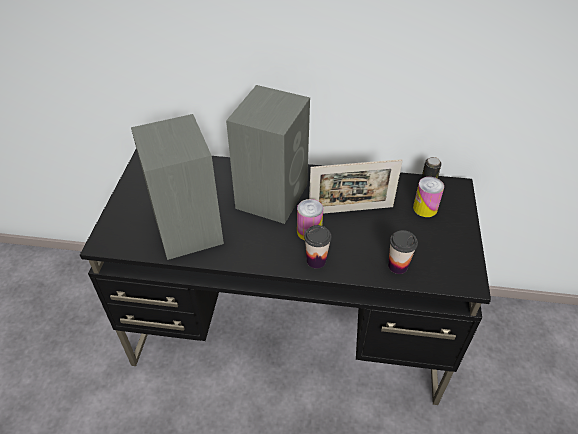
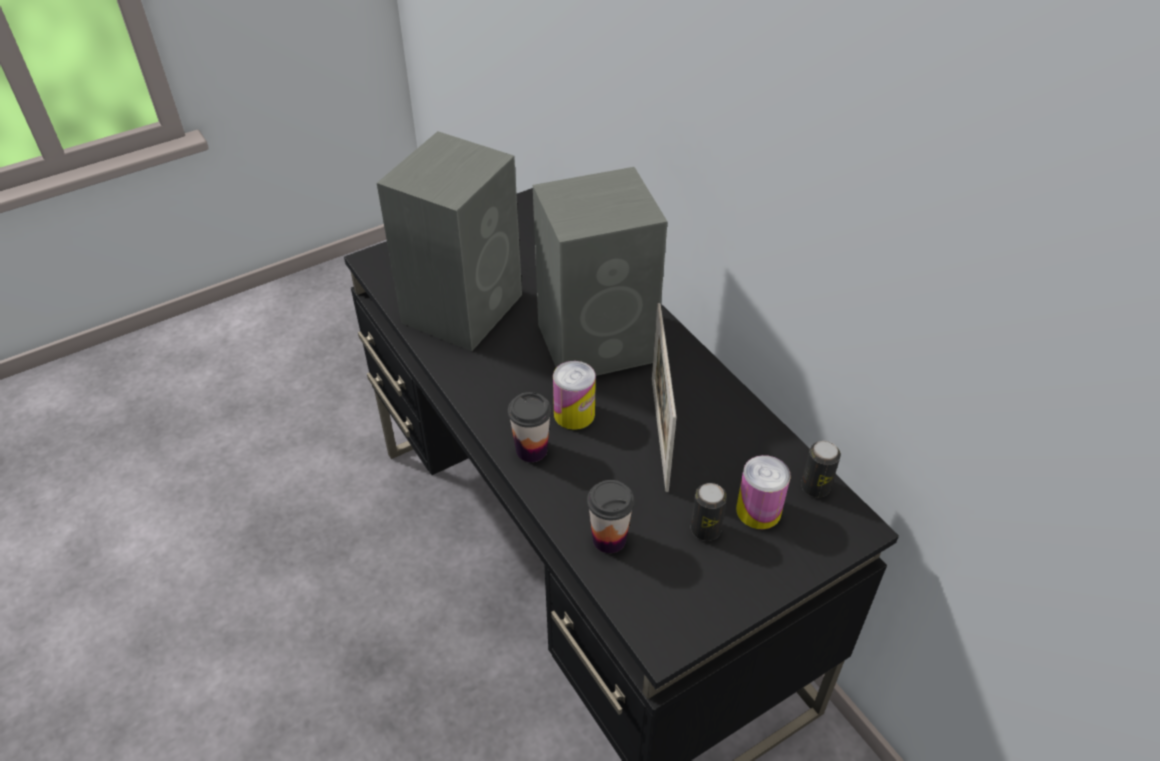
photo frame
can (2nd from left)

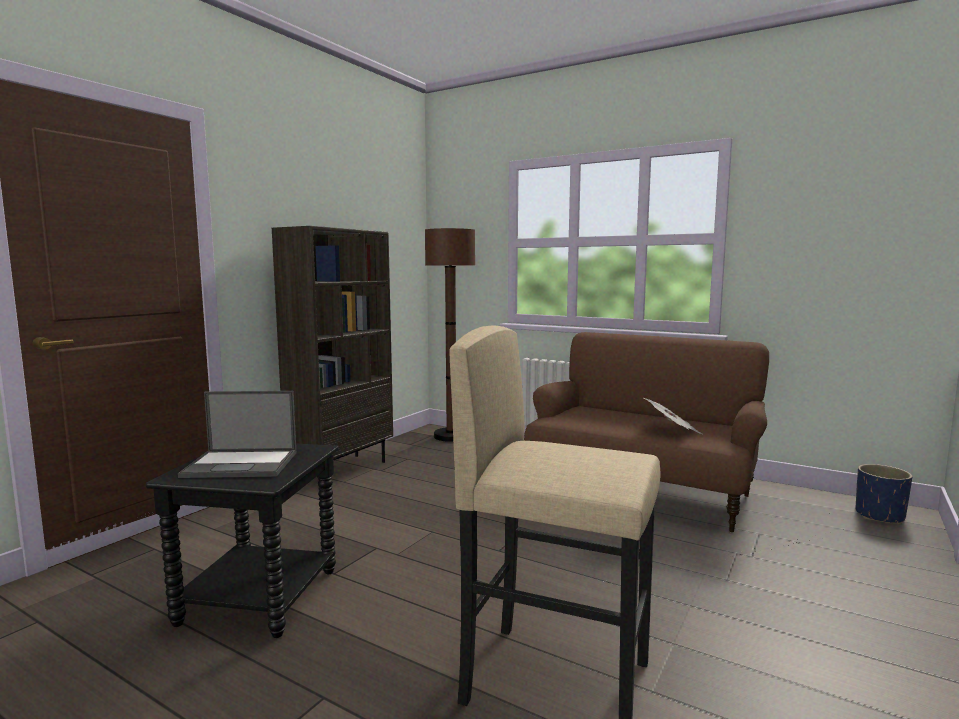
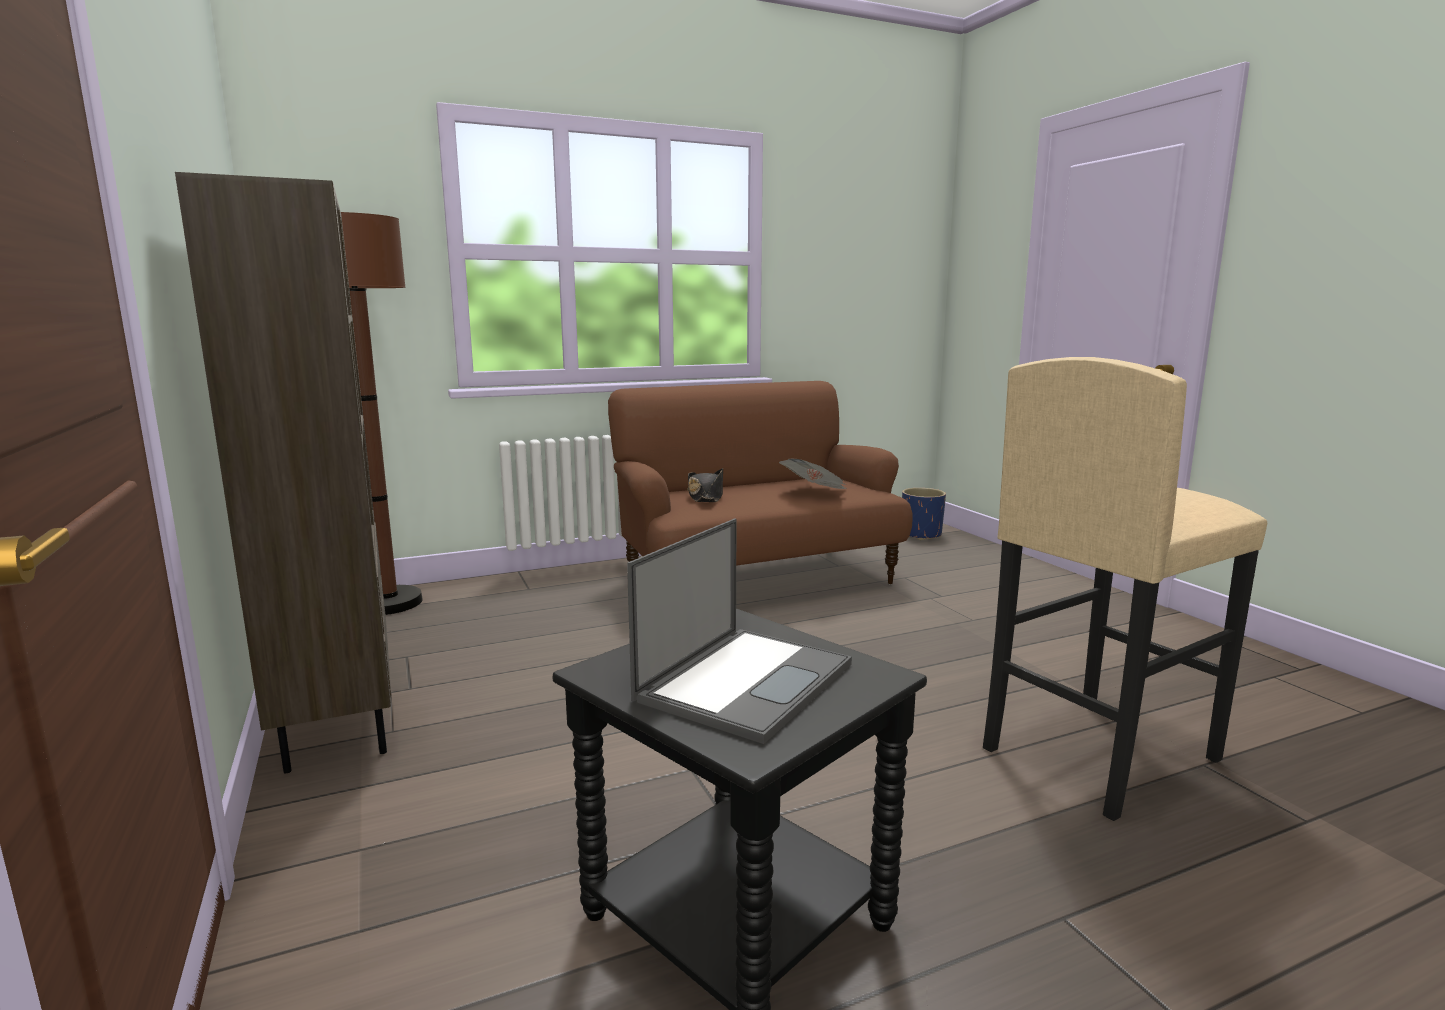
blackish wearable hat

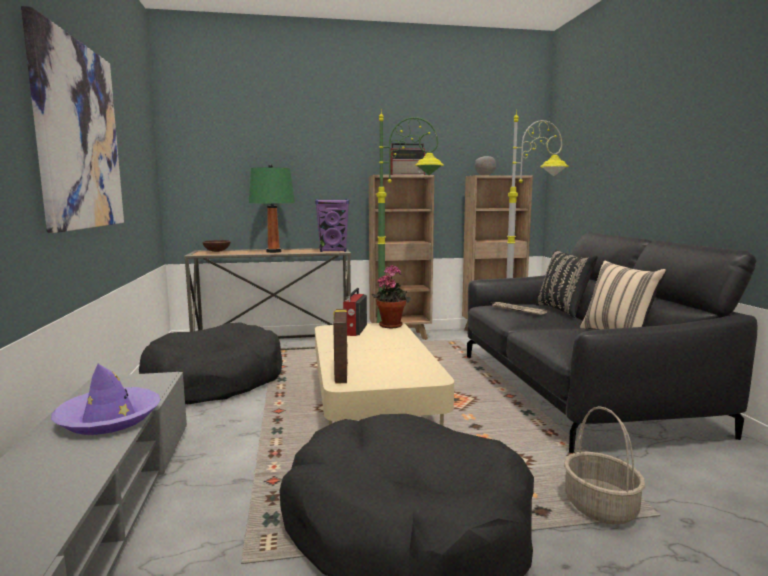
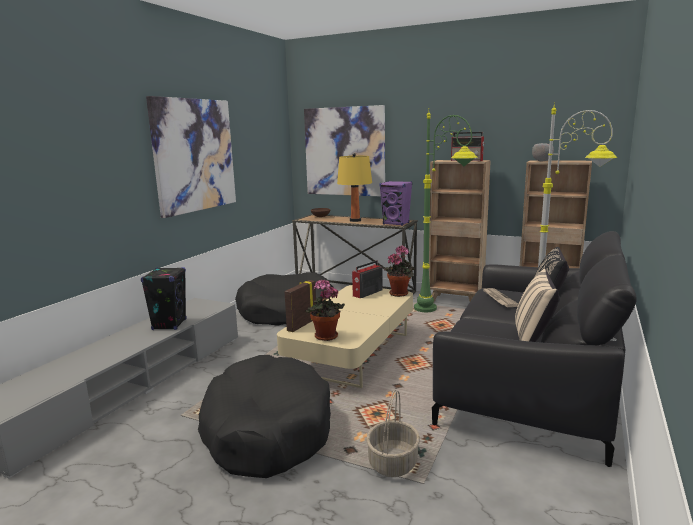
blackish loudspeaker
picture (2nd from left)
potted plant (1st from left)
yellow-coloured table lamp

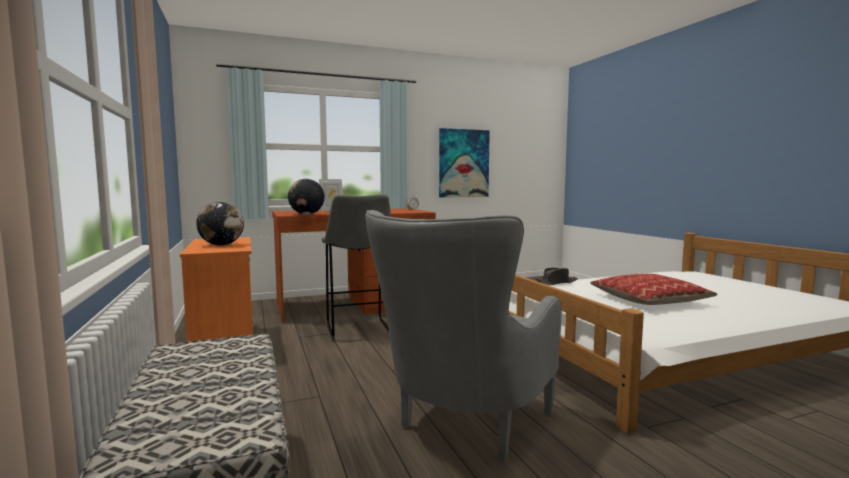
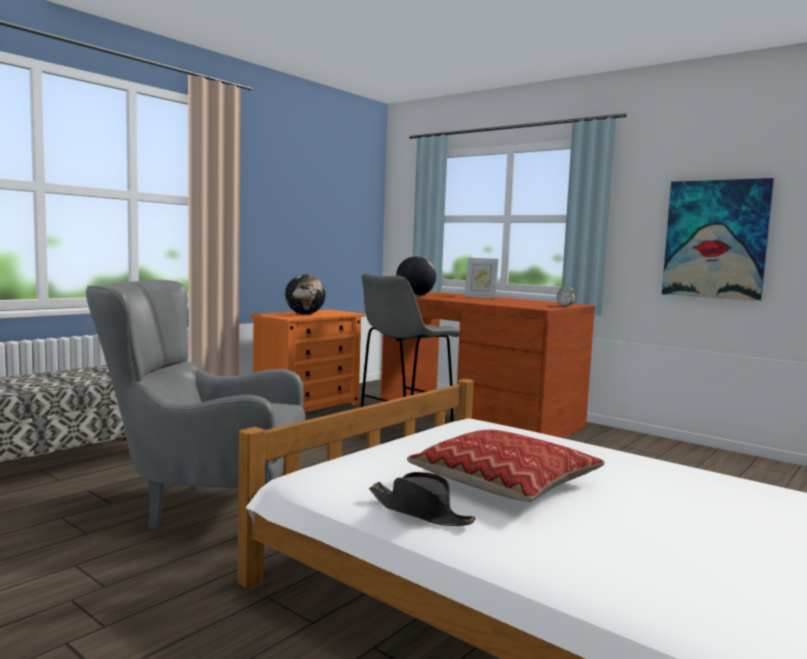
blackish wearable hat

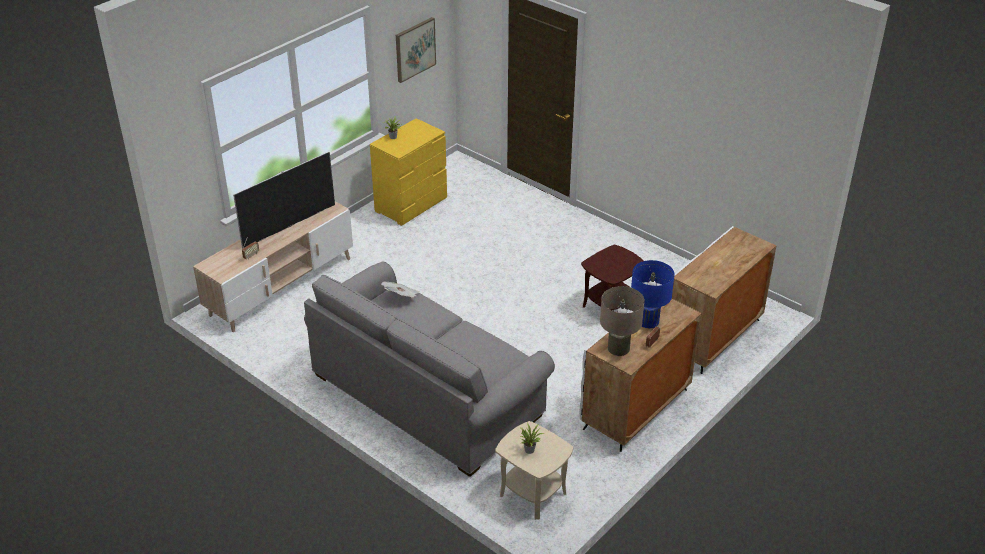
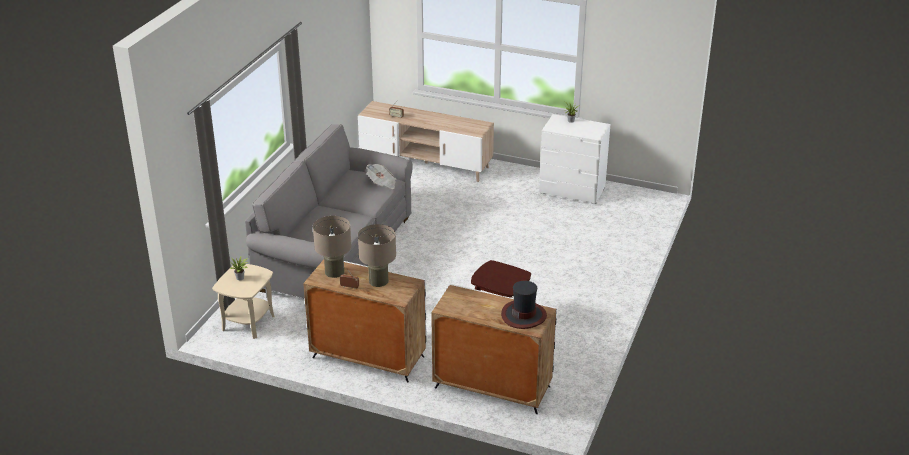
sand-coloured table lamp (2nd from left)
wearable hat
white dresser
television
picture

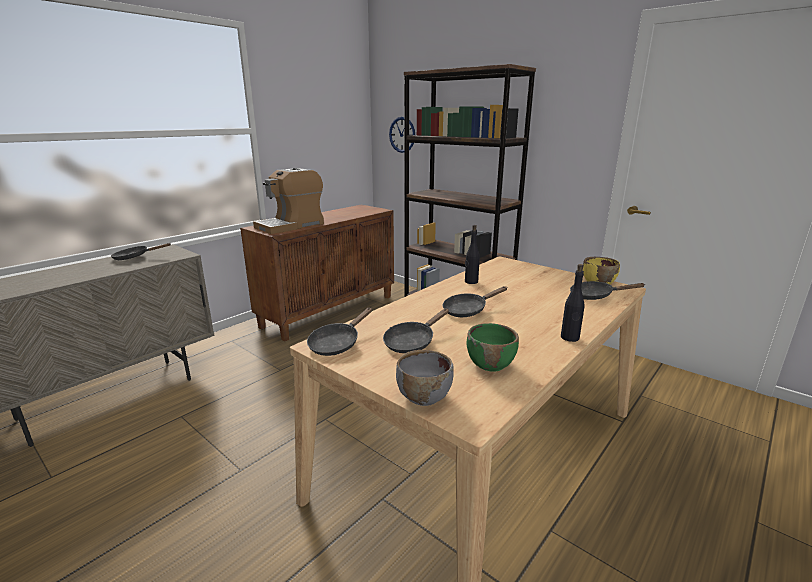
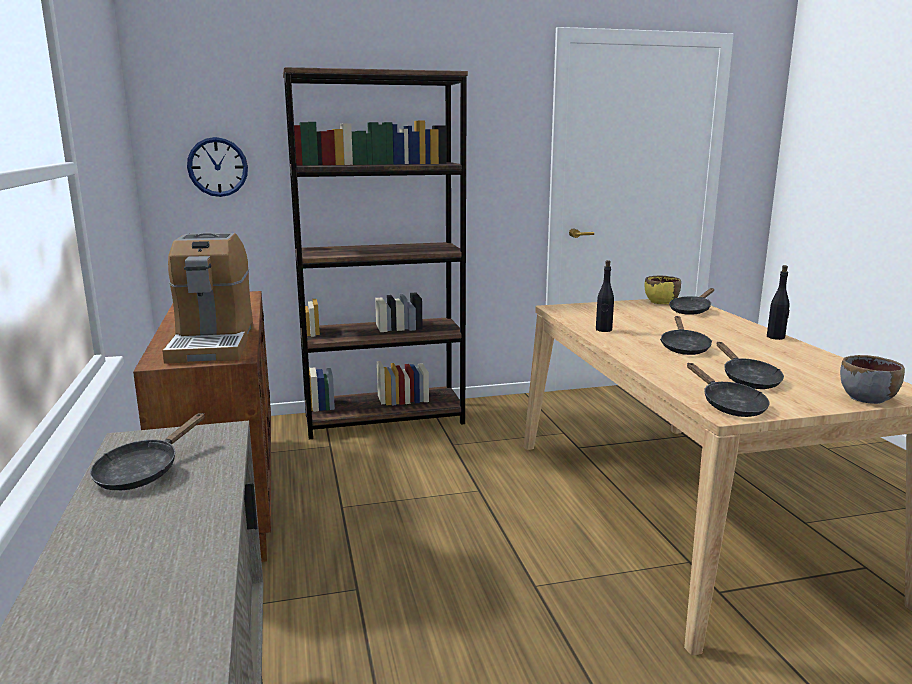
greenish bowl

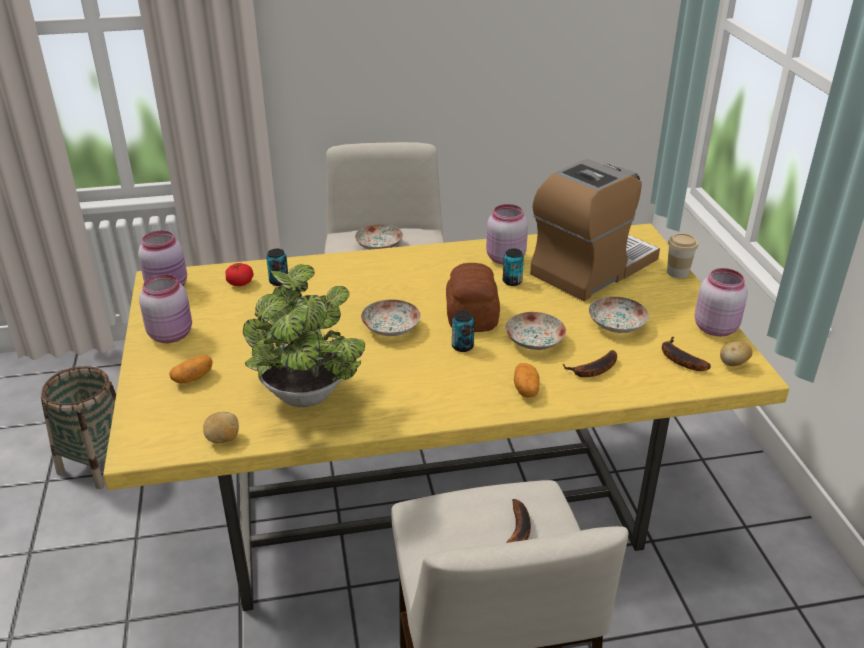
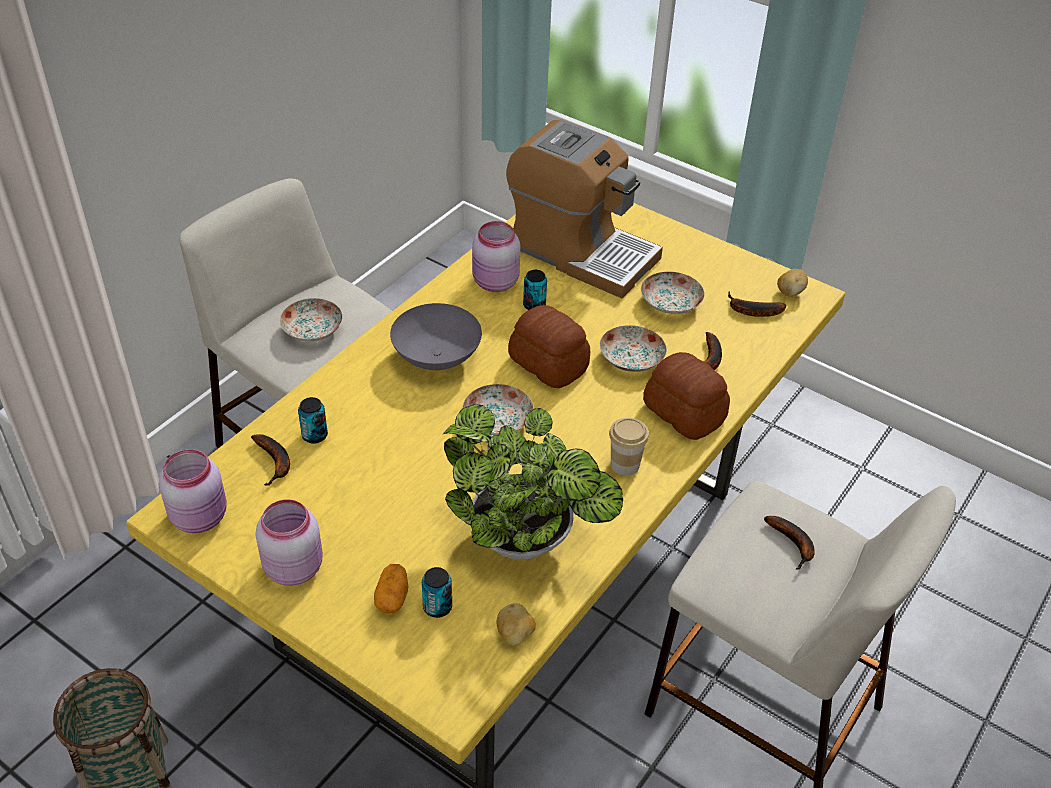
banana fruit (1st from left)
greyish bowl
can (2nd from left)
coffee machine
drinking cup
baked bread (2nd from left)
pinkish preserve jar (4th from left in the first image)

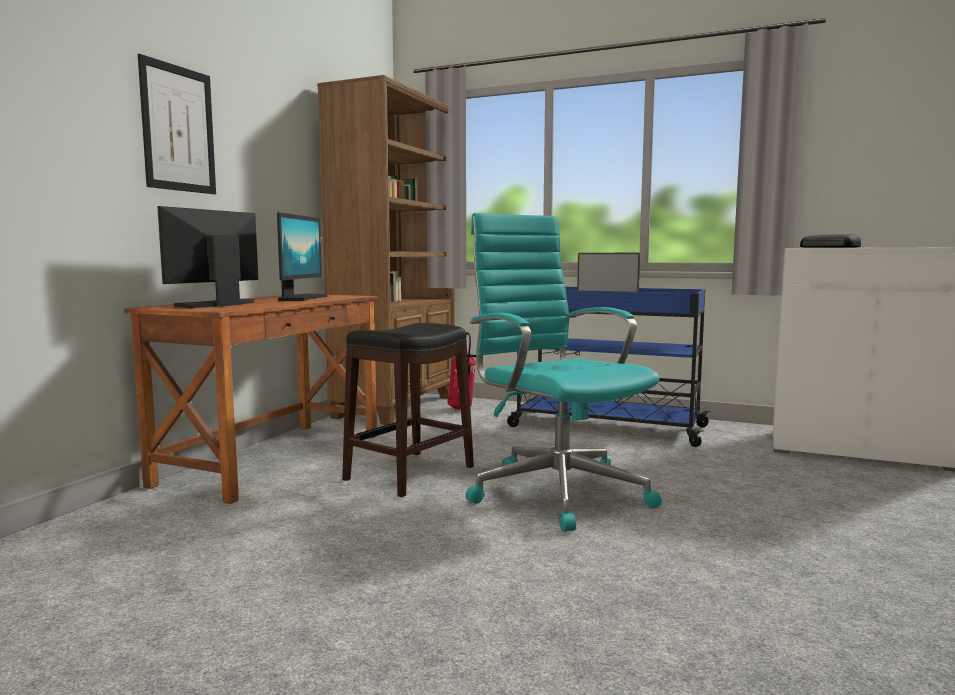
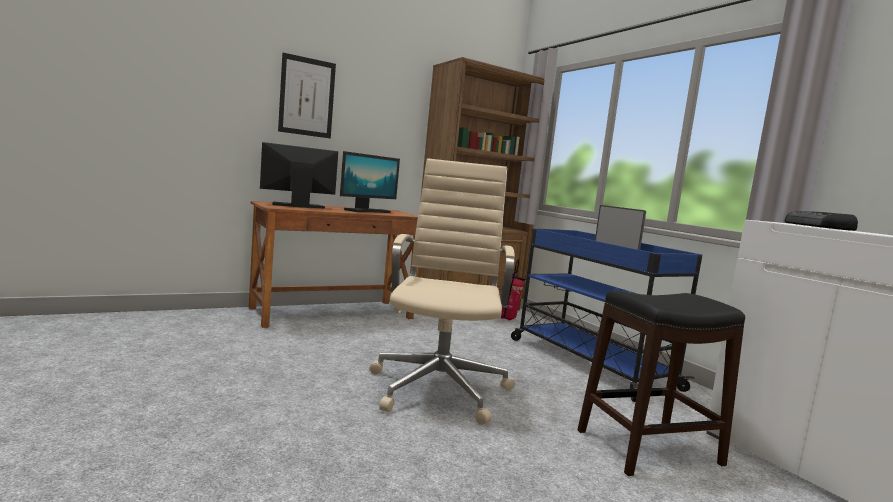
sand-coloured computer chair
blackish sitting stool

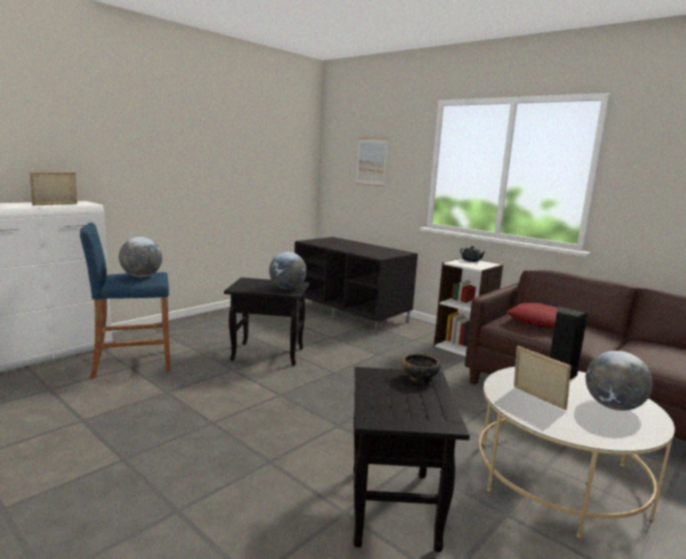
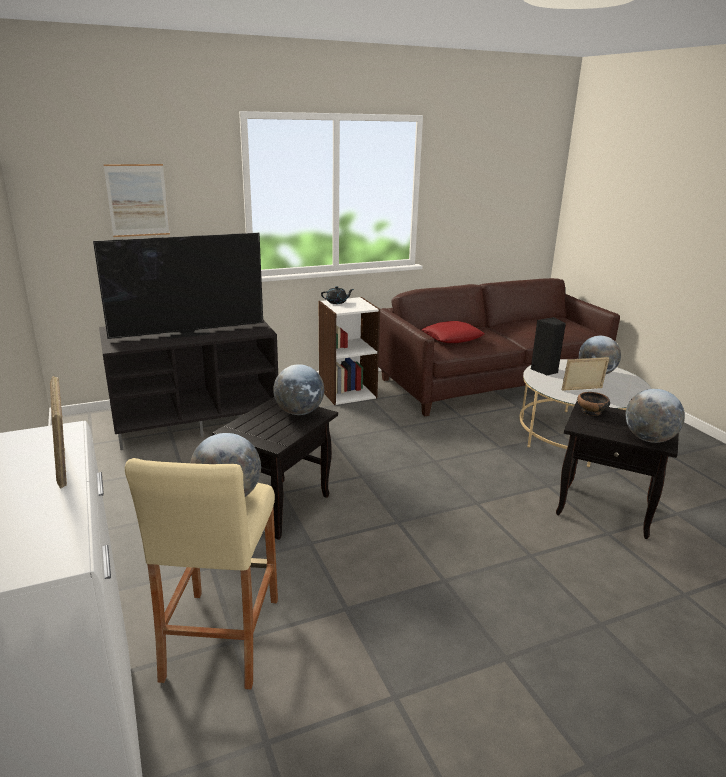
television
sand-coloured sitting stool
desk globe (4th from left)

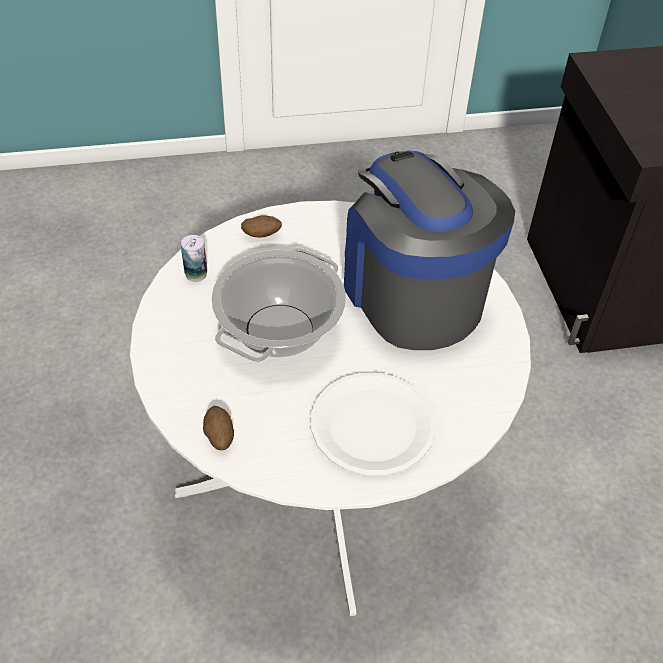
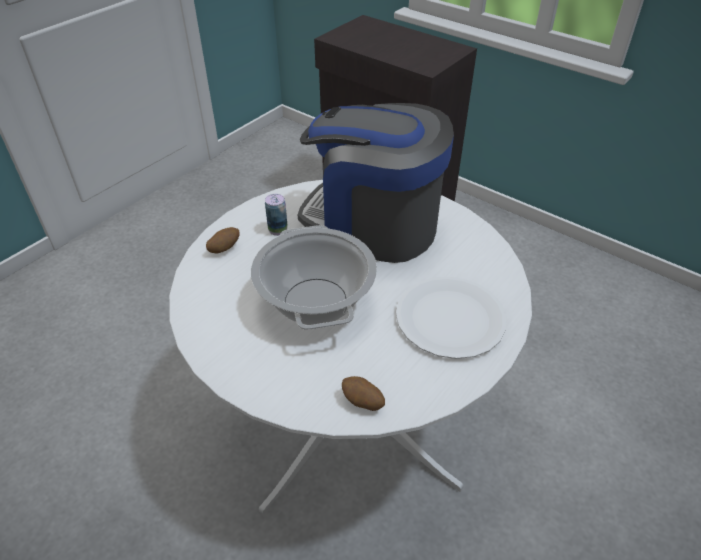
can

